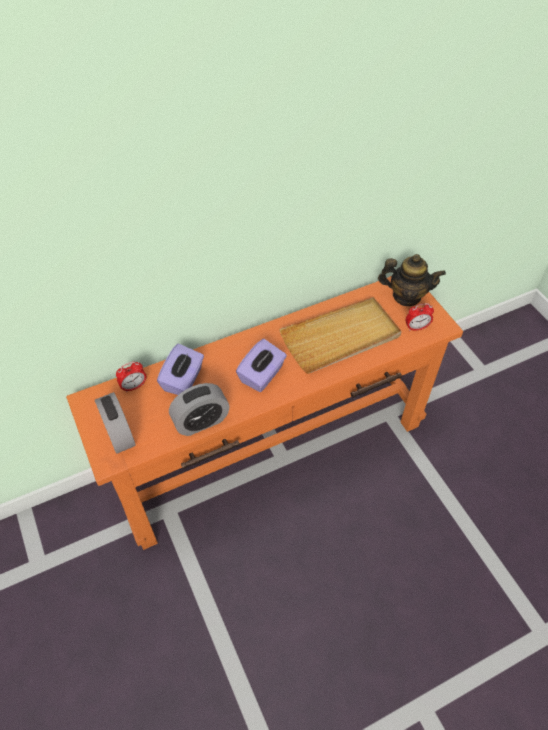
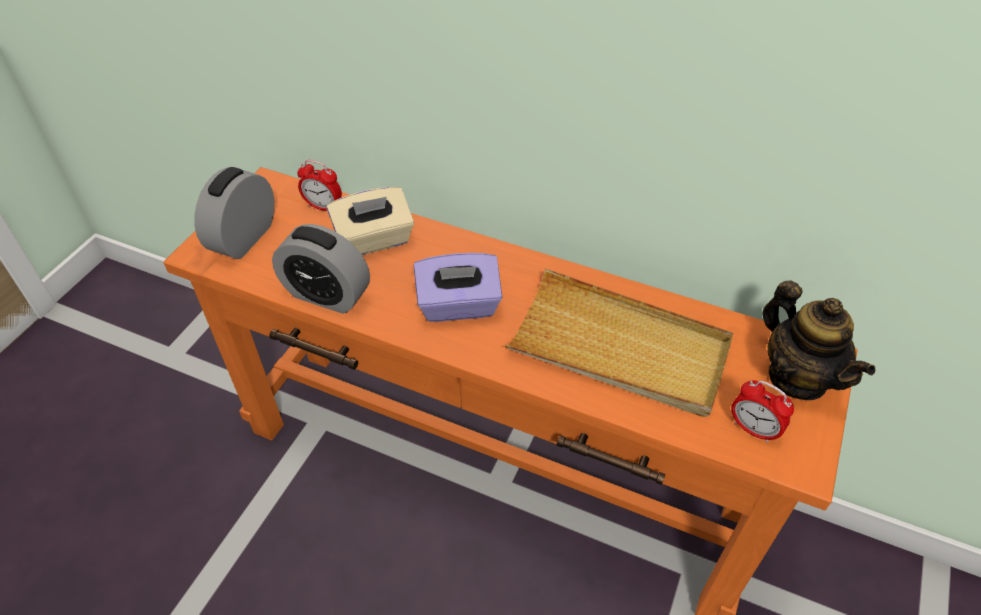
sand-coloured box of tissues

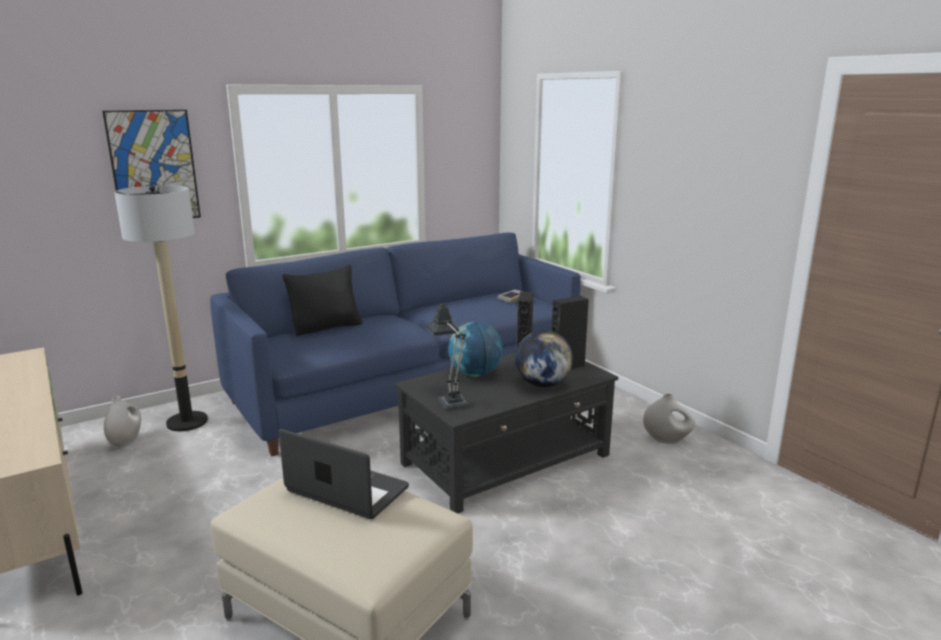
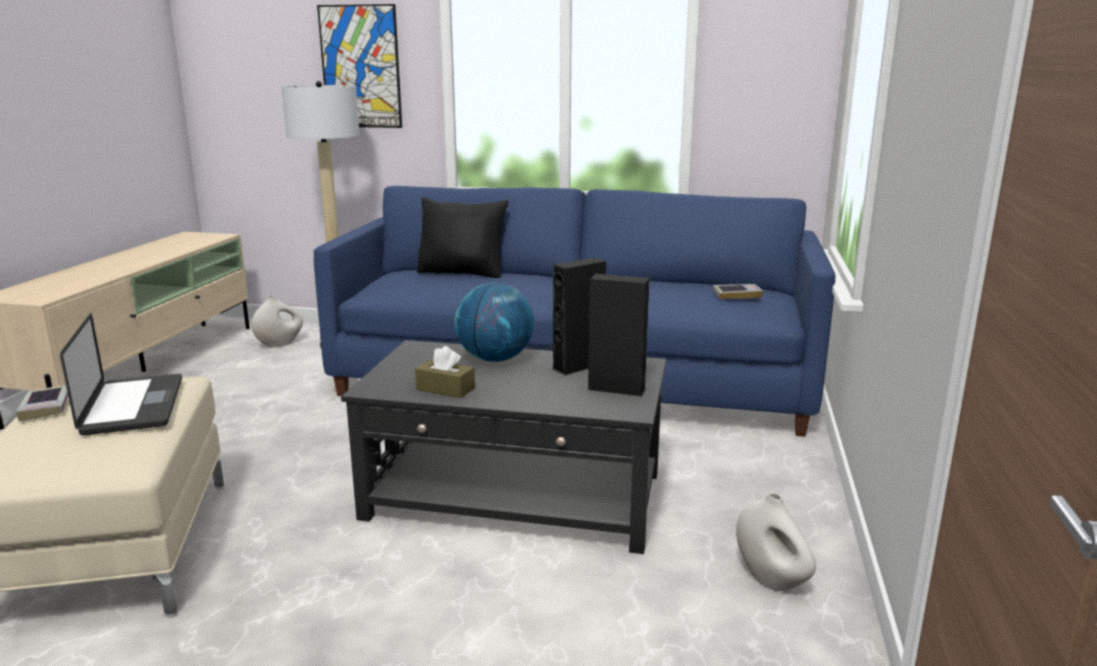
book (1st from left)
brownish box of tissues
table lamp
desk globe (2nd from left in the first image)

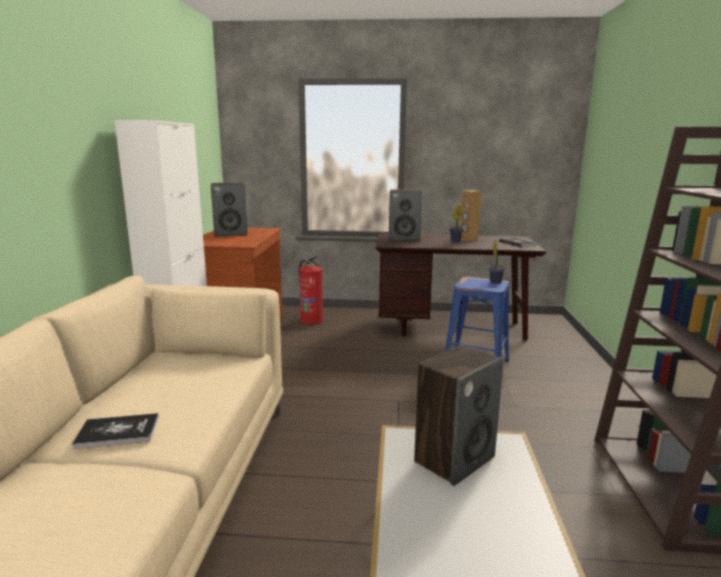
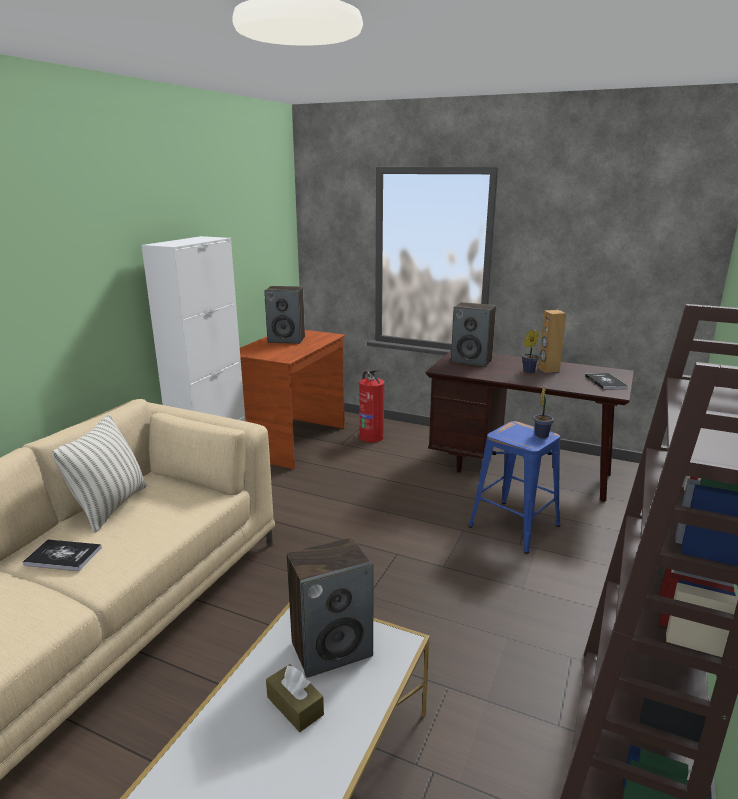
throw pillow
brownish box of tissues

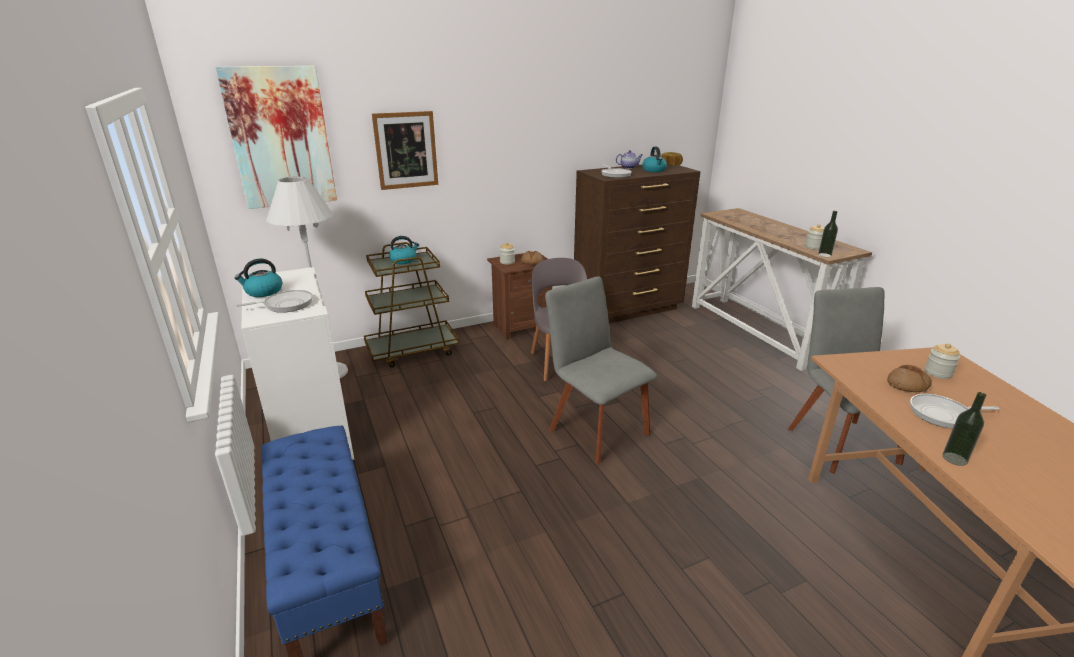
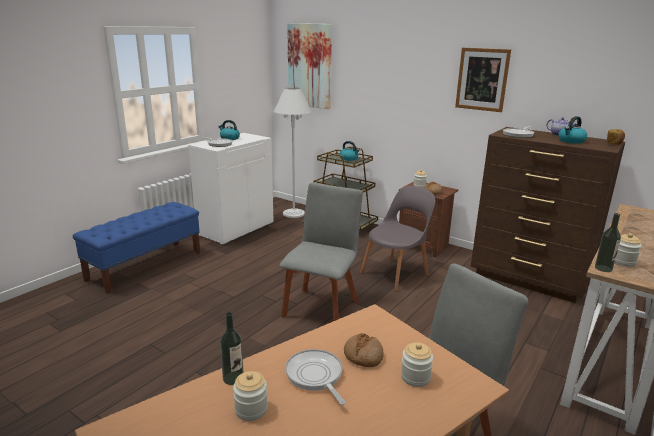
preserve jar (1st from left)
picture (2nd from left)

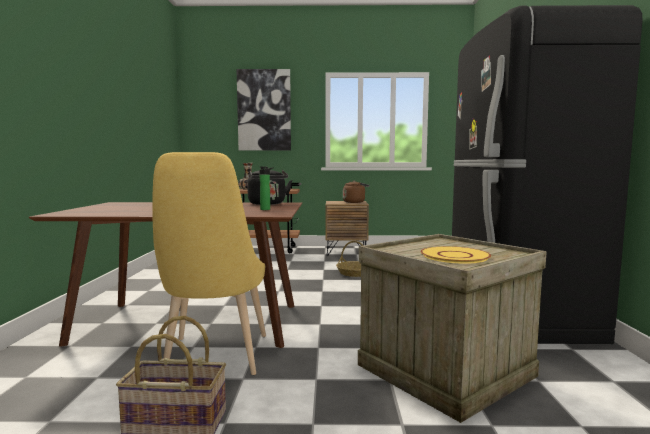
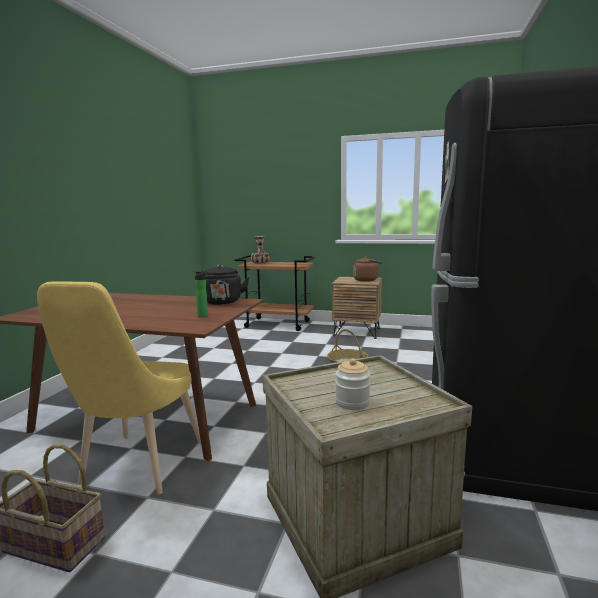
preserve jar
picture

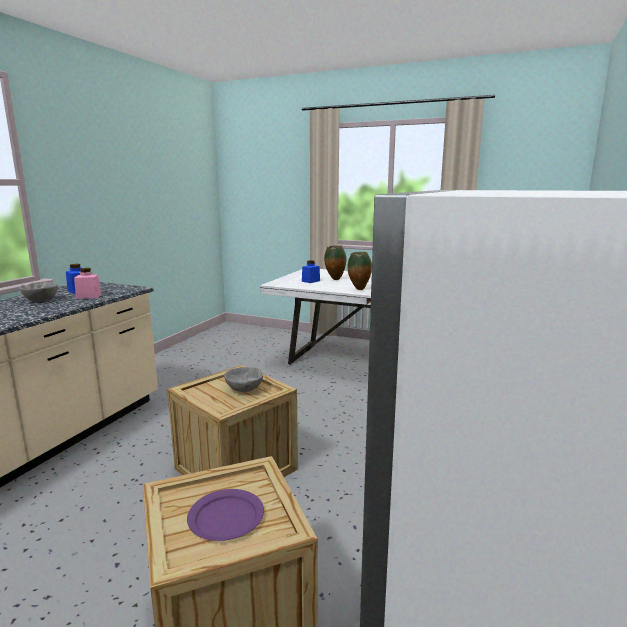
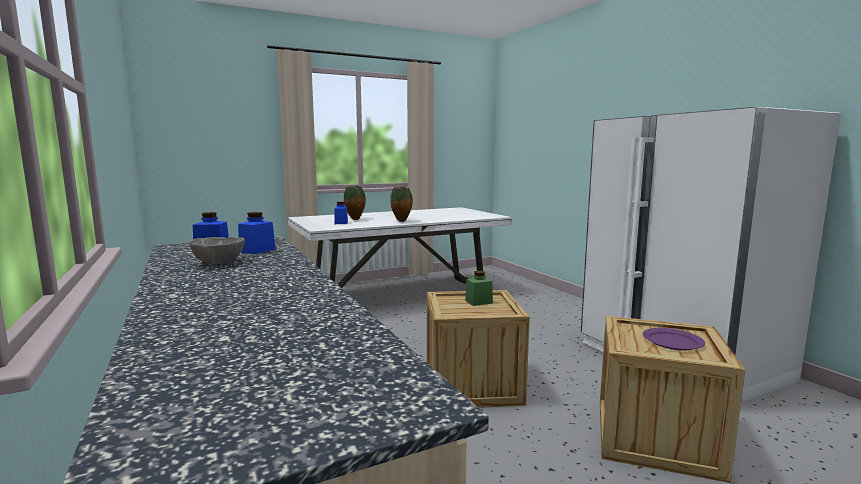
blue preserve jar (2nd from left)
greenish preserve jar

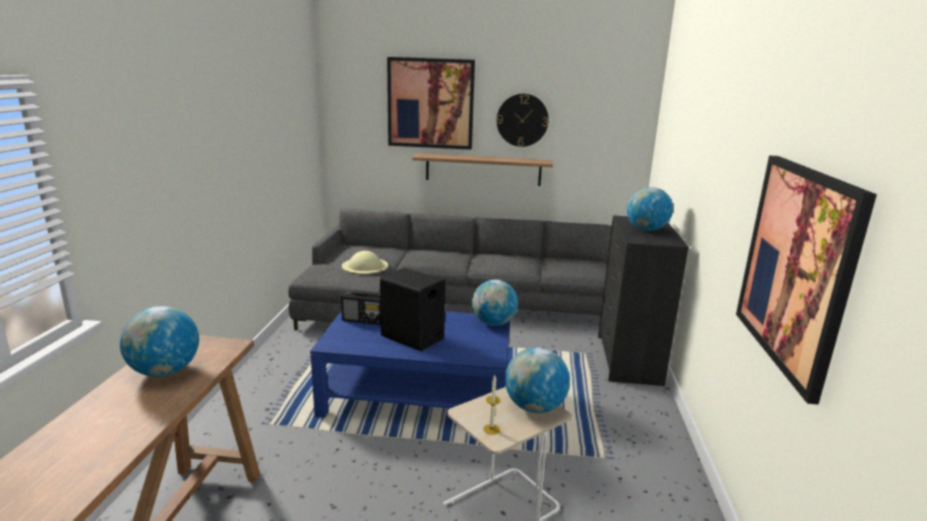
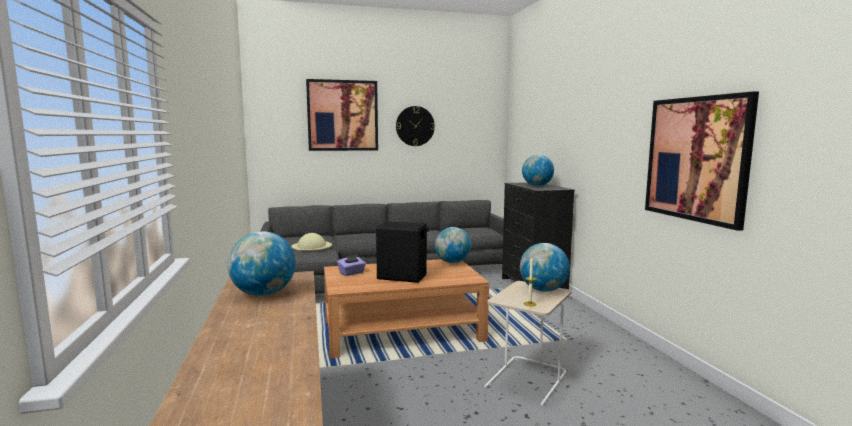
brownish low table
purple-coloured box of tissues
shelf

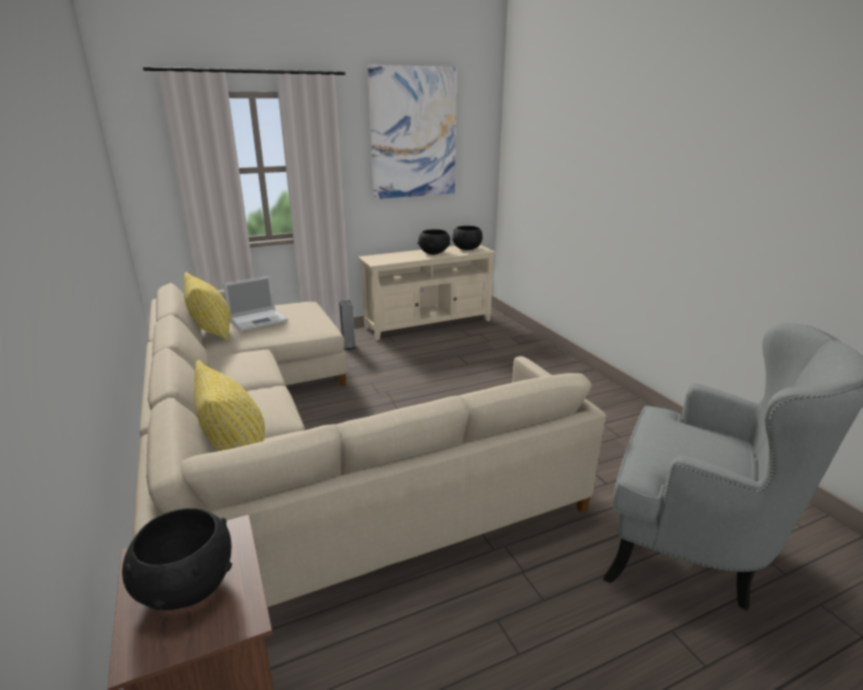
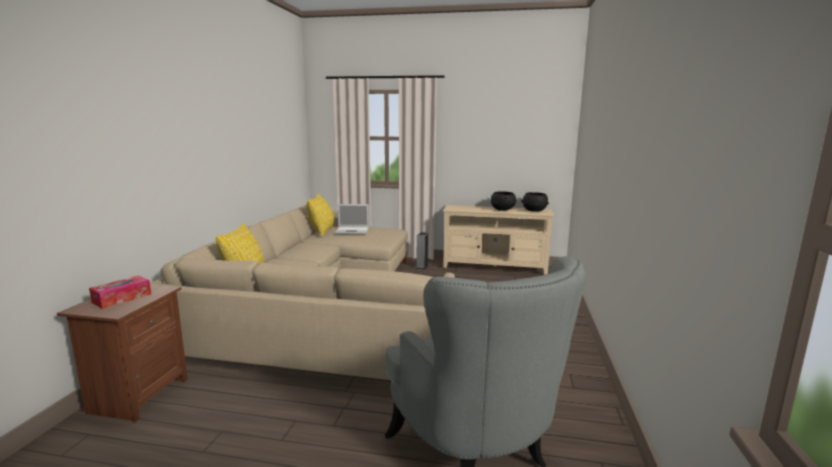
box of tissues
picture

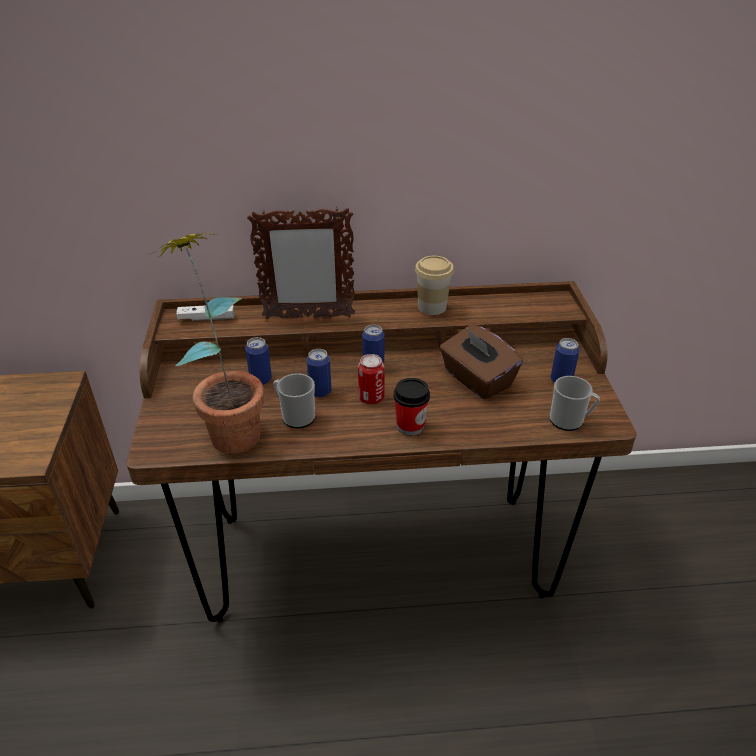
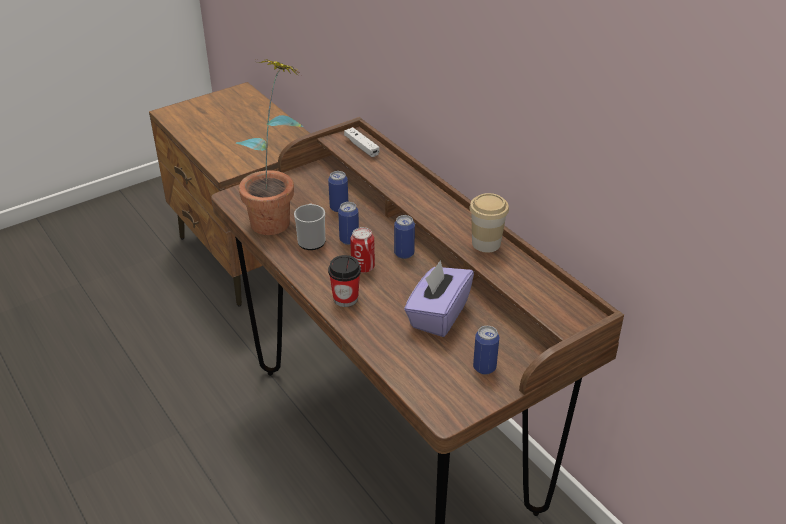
purple-coloured box of tissues
photo frame
coffee mug (2nd from left in the first image)

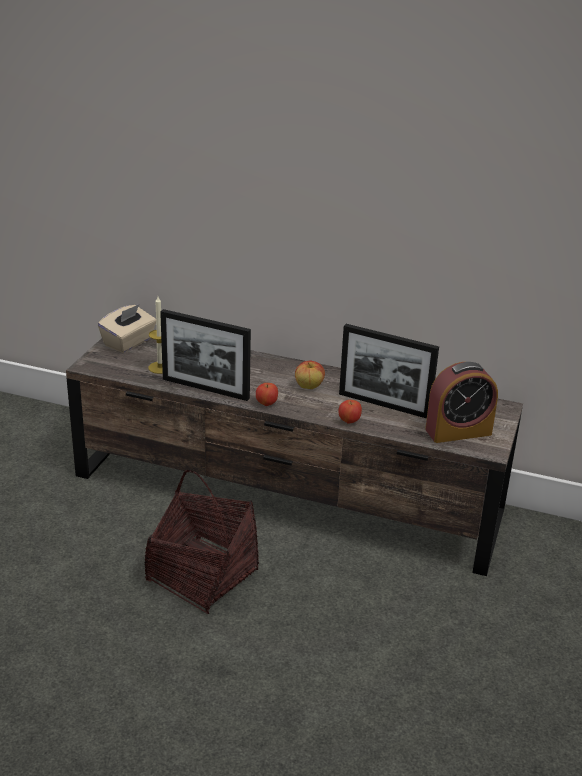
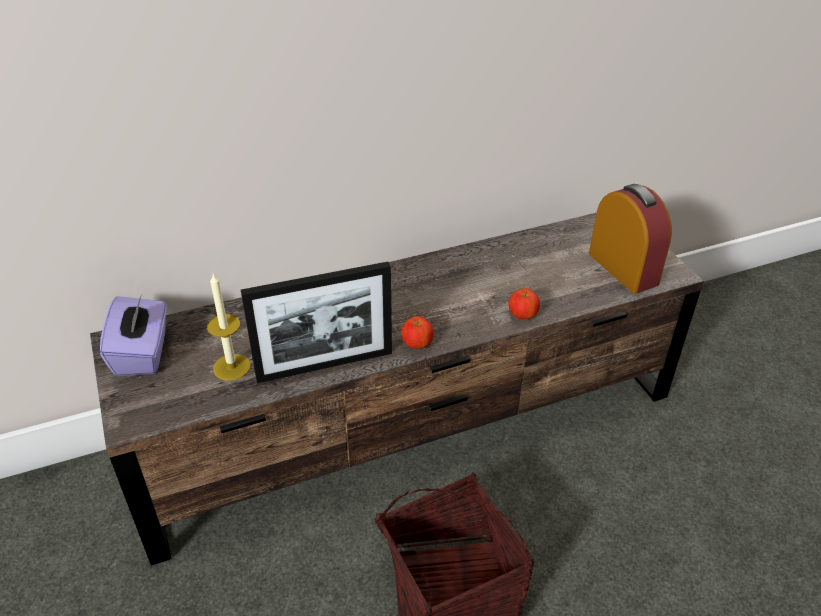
purple-coloured box of tissues
table clock
apple fruit (2nd from left in the first image)
photo frame (2nd from left in the first image)

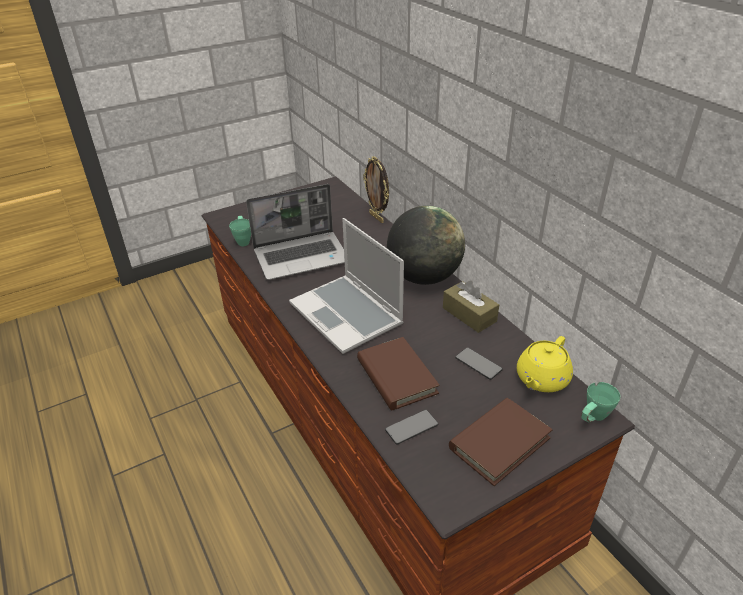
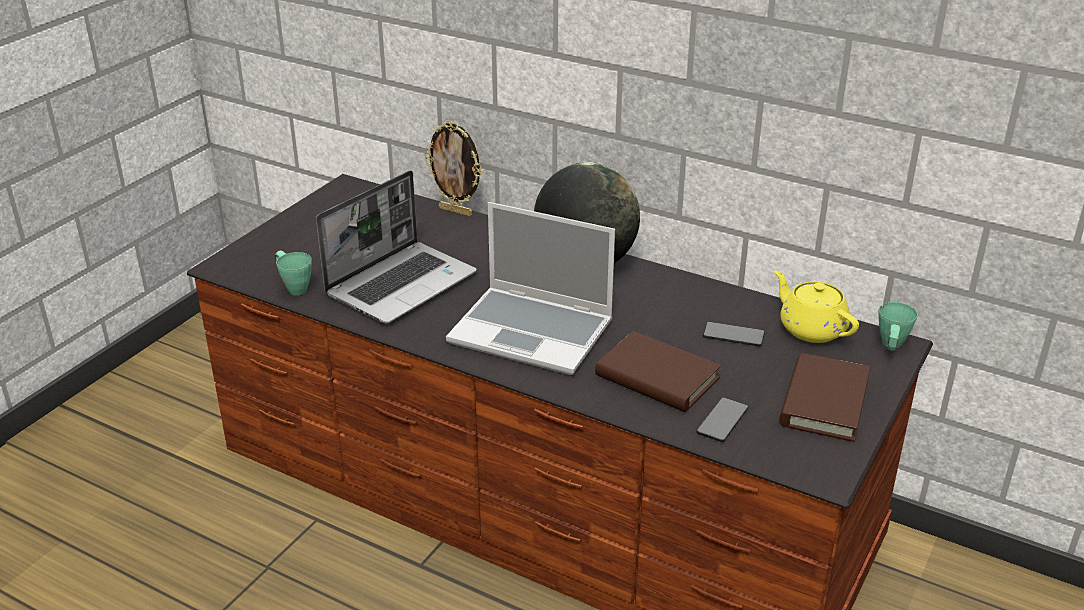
yellow-coloured pot for tea
brownish box of tissues

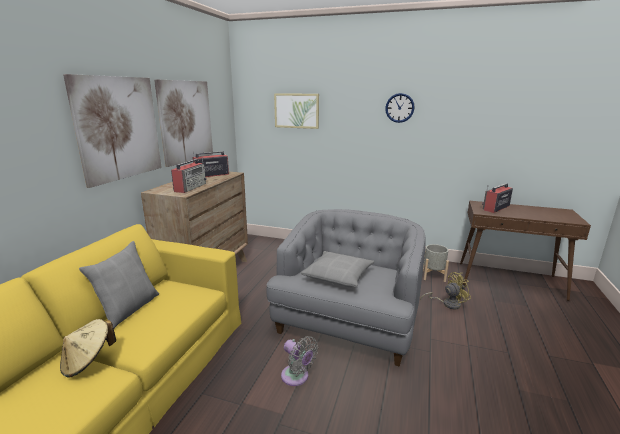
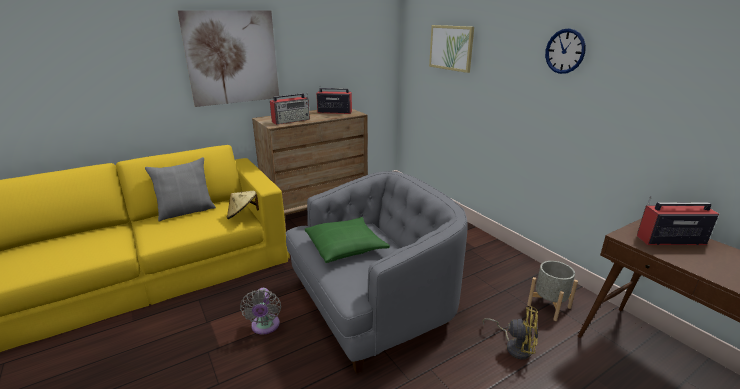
sand-coloured wearable hat
greenish throw pillow
picture (2nd from left in the first image)

